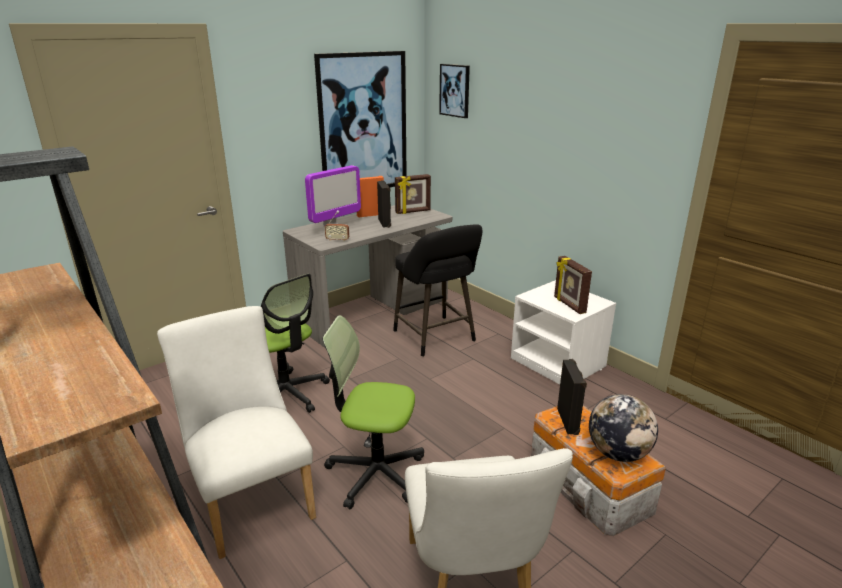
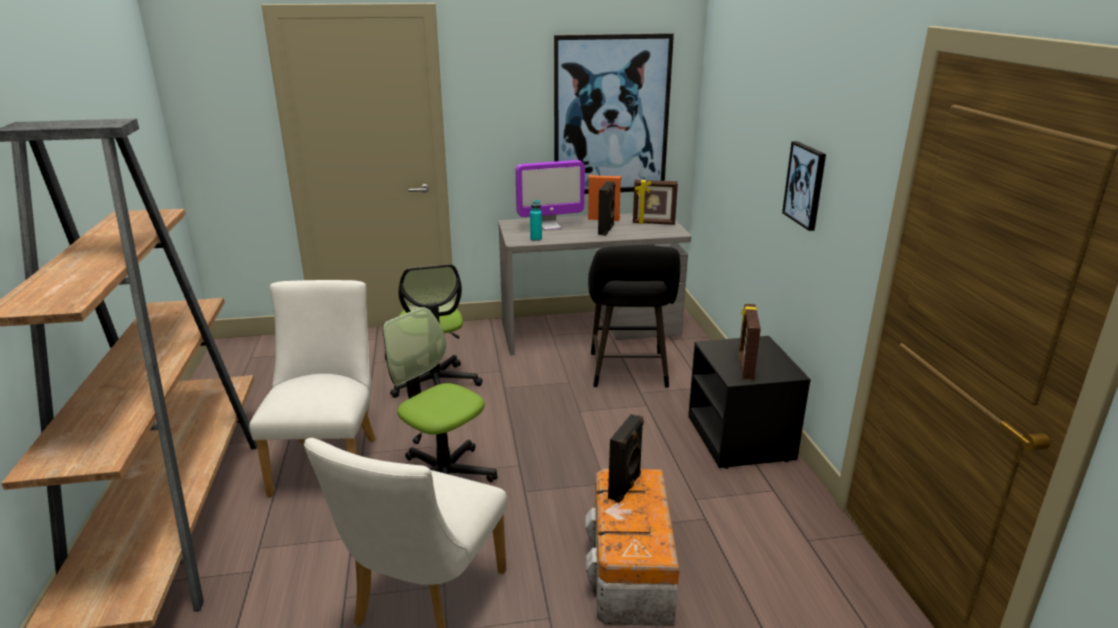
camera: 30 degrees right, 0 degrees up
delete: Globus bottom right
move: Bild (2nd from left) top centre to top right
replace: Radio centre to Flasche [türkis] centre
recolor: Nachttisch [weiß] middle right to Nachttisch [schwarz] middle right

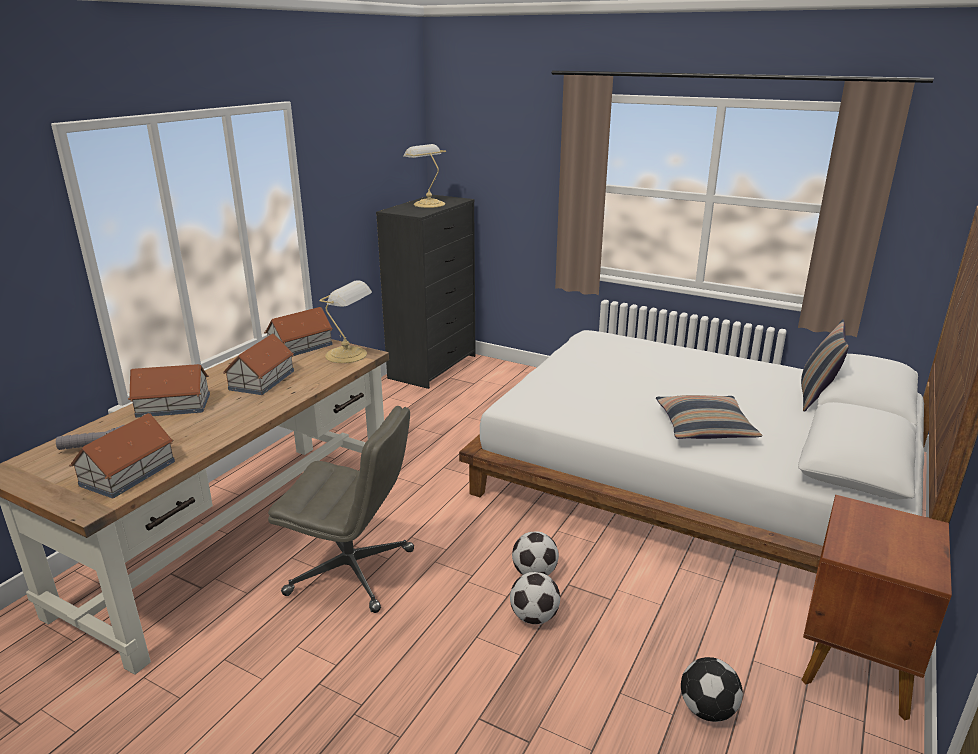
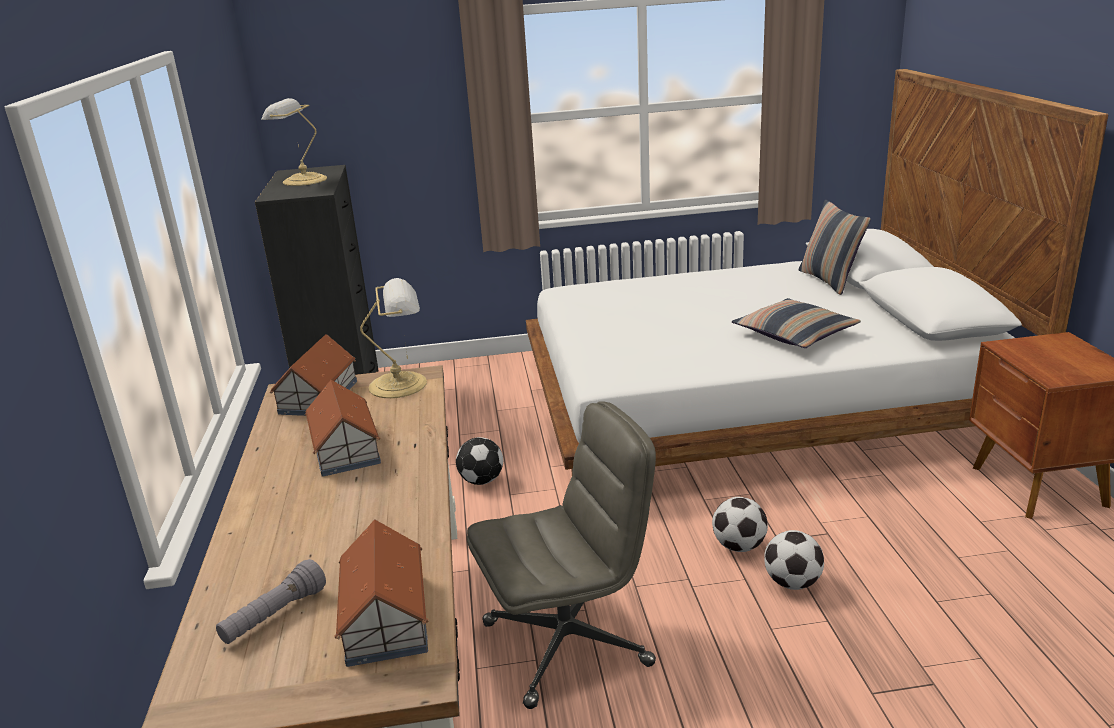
camera: 35 degrees left, 0 degrees up
delete: Spielzeughaus (2nd from left) middle left
move: Fußball (3rd from left in the first image) bottom right to Fußball (1st from left) centre

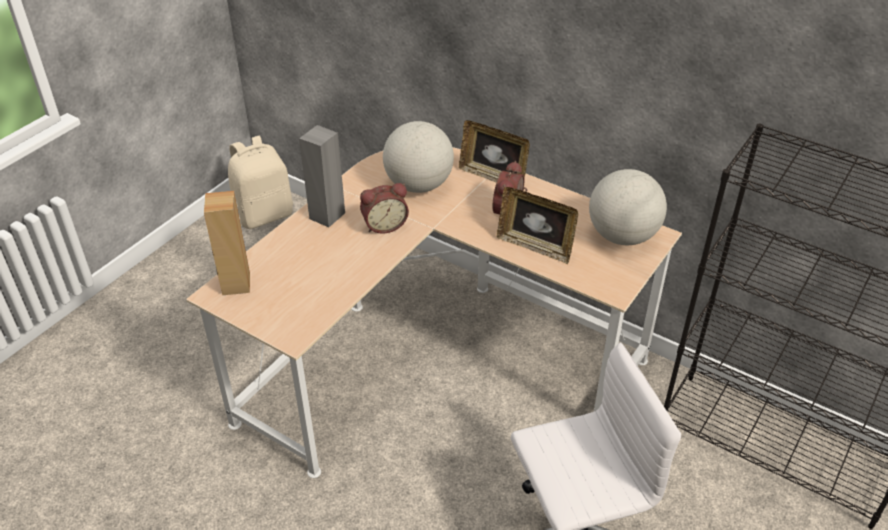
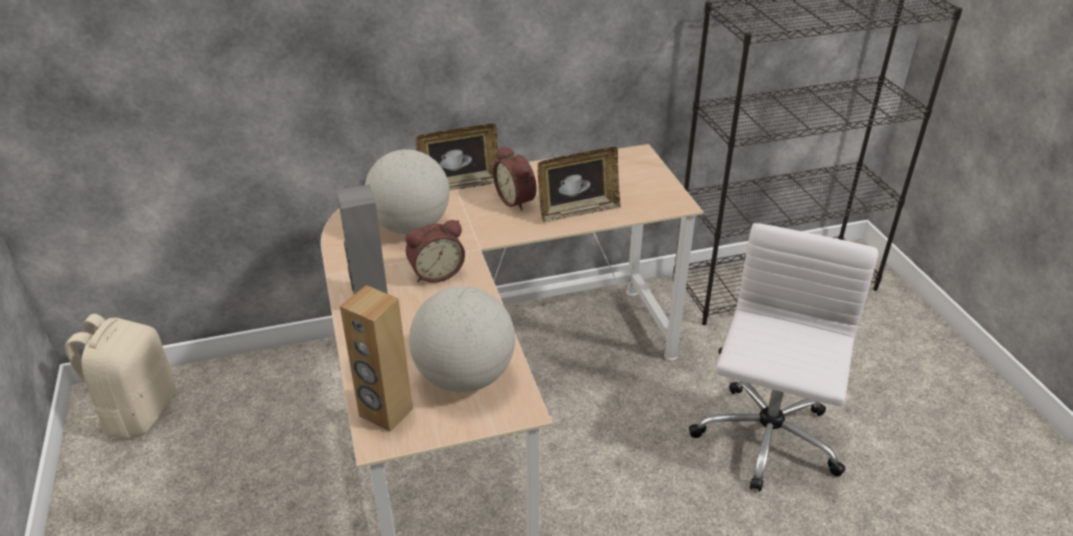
camera: 50 degrees left, 5 degrees down
move: Globus (2nd from left) middle right to centre
rotate: Wecker (1st from left) centre = centre 45 degrees clockwise

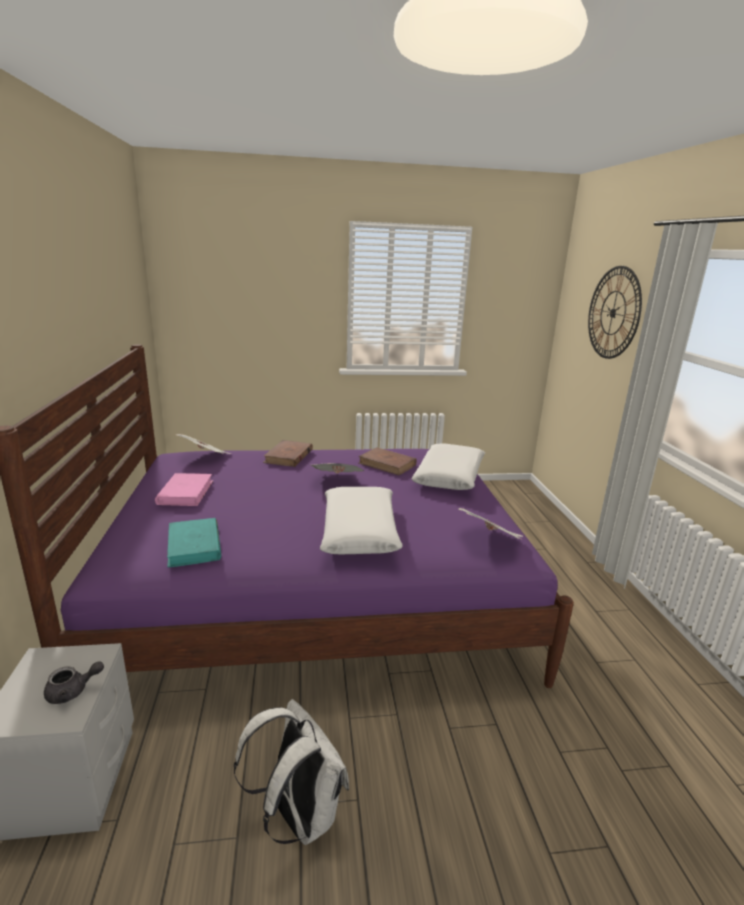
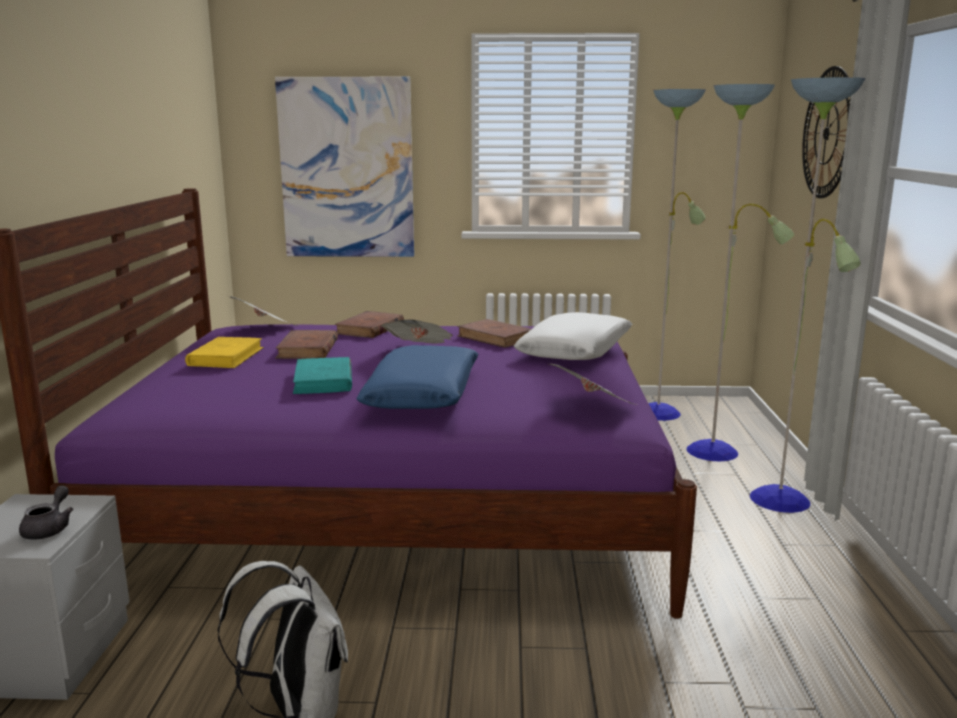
camera: 10 degrees right, 5 degrees down
insert: Bild top centre; Buch [braun] (1st from left) middle left; Stehlampe middle right
move: Buch [türkis] middle left to centre
recolor: Buch [rosa] middle left to Buch [gelb] middle left; Kissen [weiß] (1st from left) centre to Kissen [blau] centre
rotate: Teekanne [grau] bottom left = bottom left 75 degrees counterclockwise

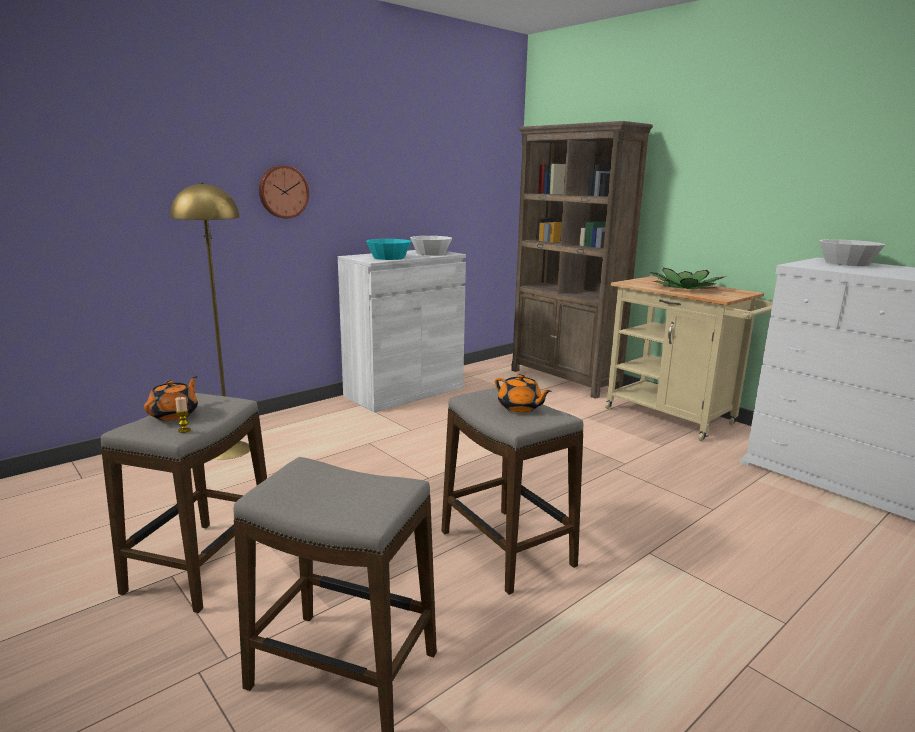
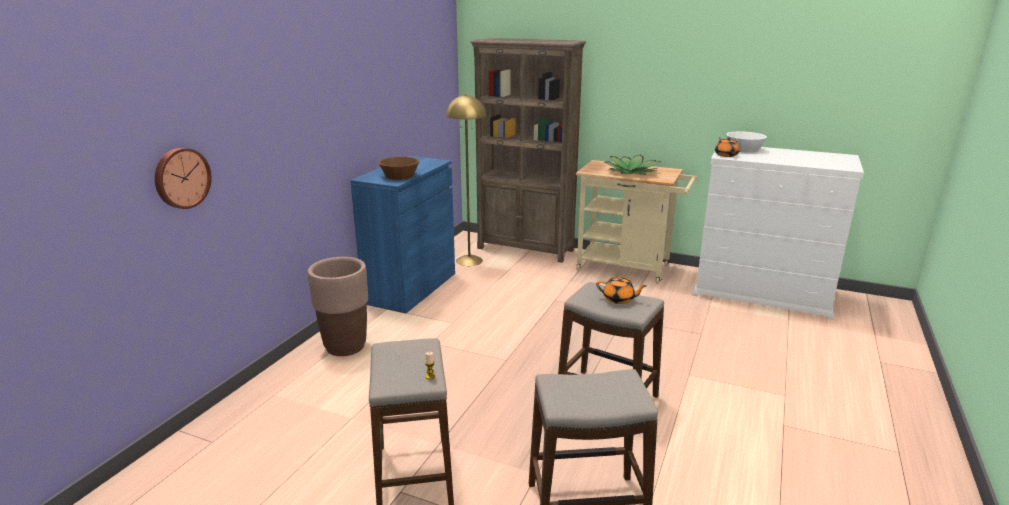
camera: 25 degrees left, 5 degrees up
delete: Schüssel [weiß] (1st from left) centre
insert: Pflanzkübel [braun] centre
move: Teekanne [orange] (1st from left in the first image) middle left to Teekanne [orange] (2nd from left) top right; Stehlampe [gelb] middle left to centre; Wanduhr top left to middle left
recolor: Schrank [weiß] centre to Schrank [blau] centre; Schüssel [türkis] centre to Schüssel [braun] top centre

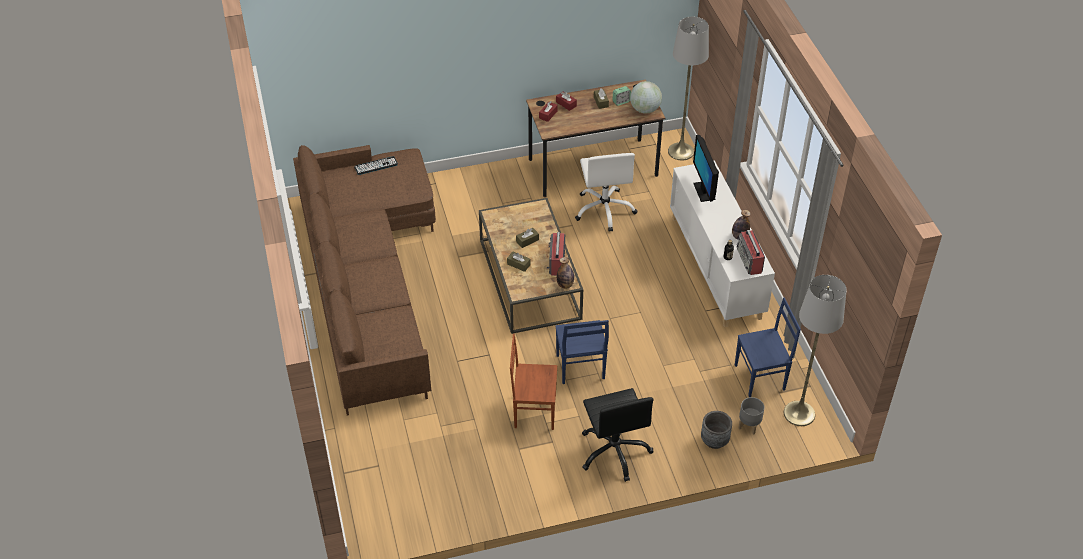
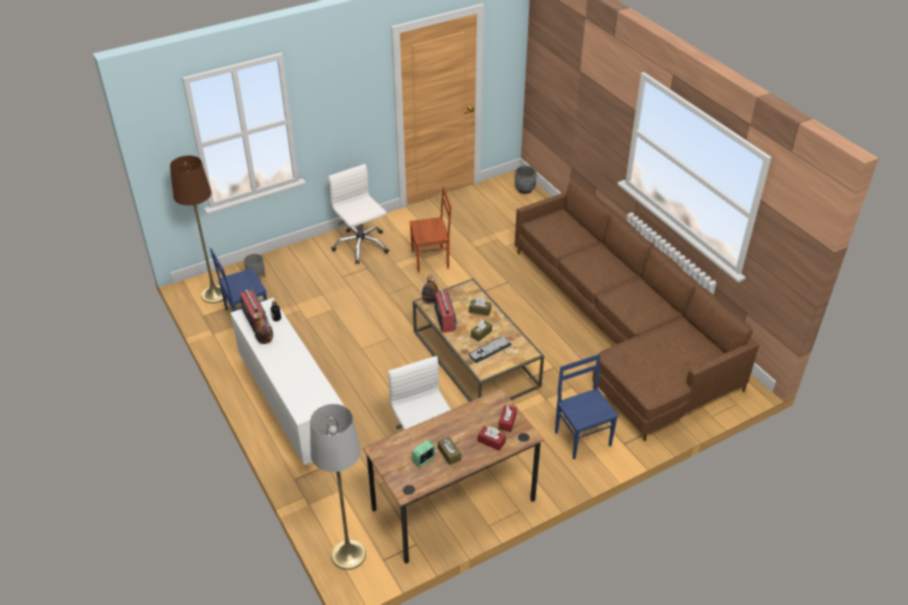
camera: 165 degrees right, 5 degrees down
delete: Globus top centre; Monitor top centre
move: Tastatur top centre to centre; Stuhl [blau] (1st from left in the first image) centre to Stuhl [blau] (2nd from left) bottom centre; Pflanzkübel [grau] (1st from left in the first image) bottom centre to Pflanzkübel [grau] (2nd from left) top centre
recolor: Bürostuhl [schwarz] bottom centre to Bürostuhl [weiß] (1st from left) centre; Stehlampe [grau] (2nd from left) middle right to Stehlampe [braun] middle left

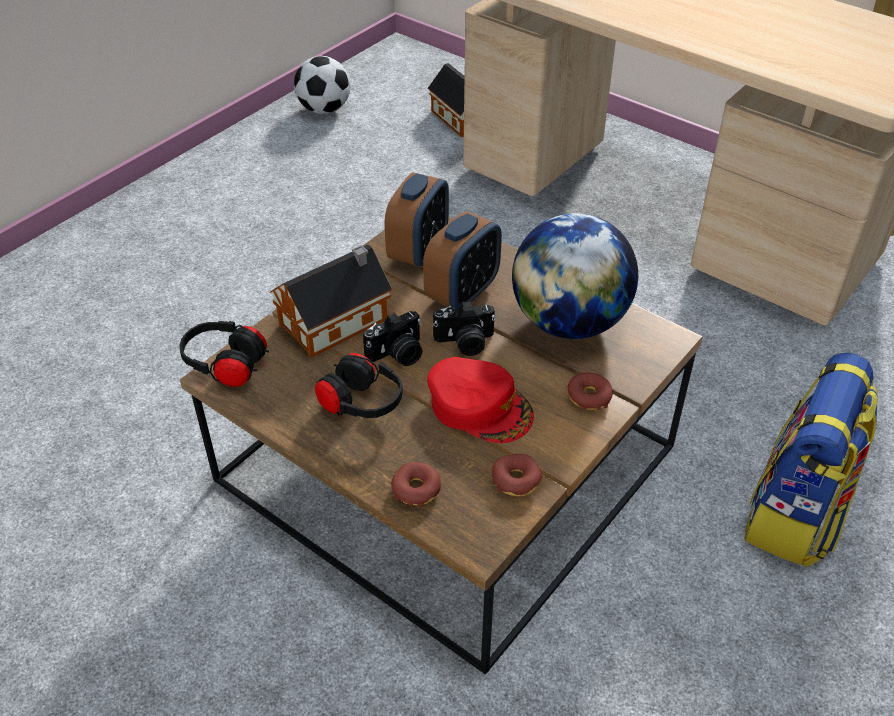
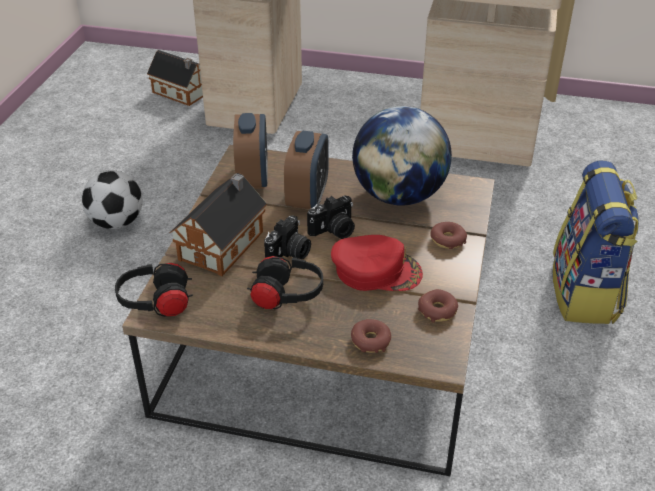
camera: 25 degrees left, 5 degrees down
move: Fußball top centre to middle left

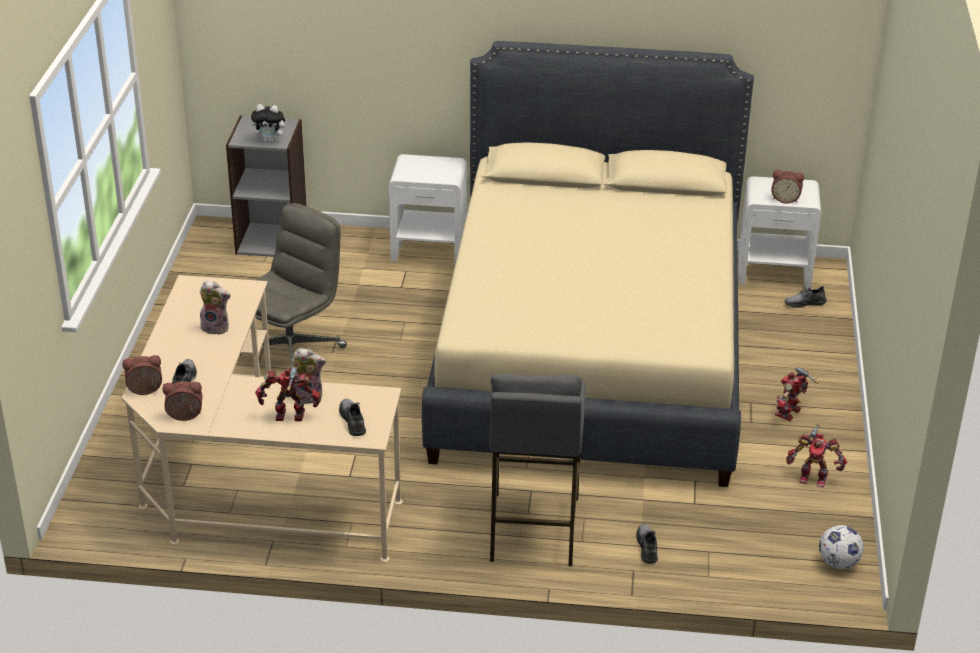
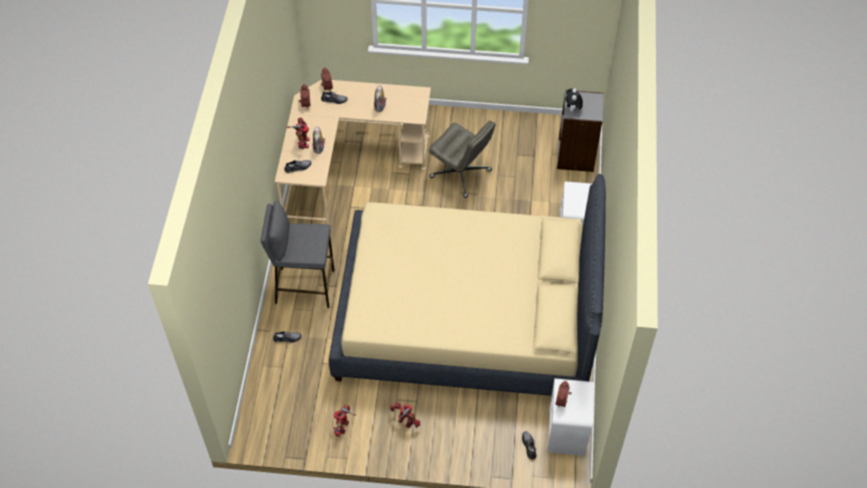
camera: 90 degrees right, 20 degrees up
delete: Fußball bottom right

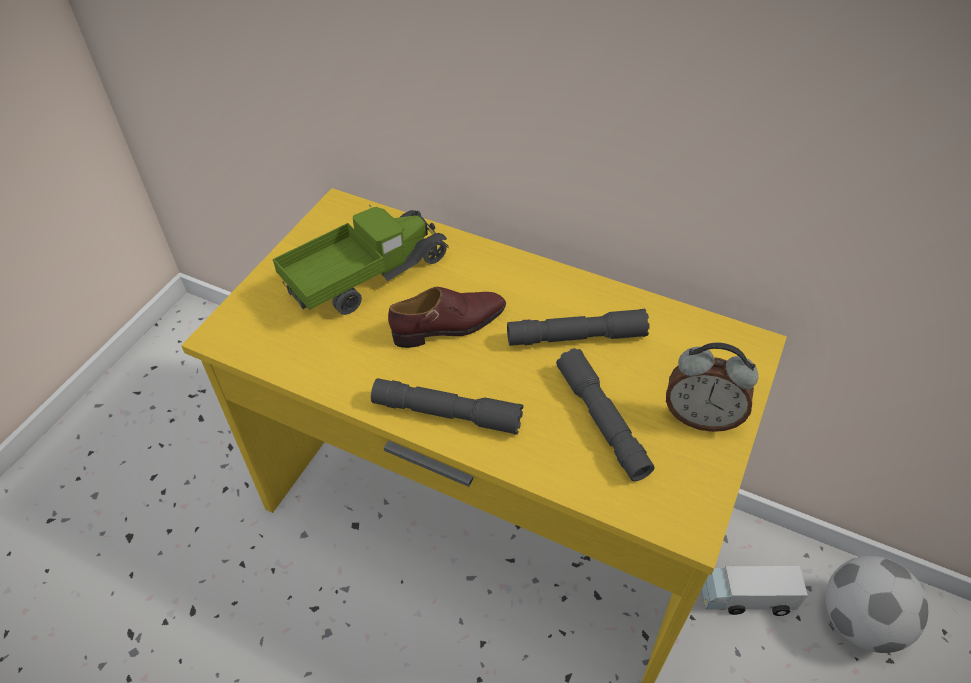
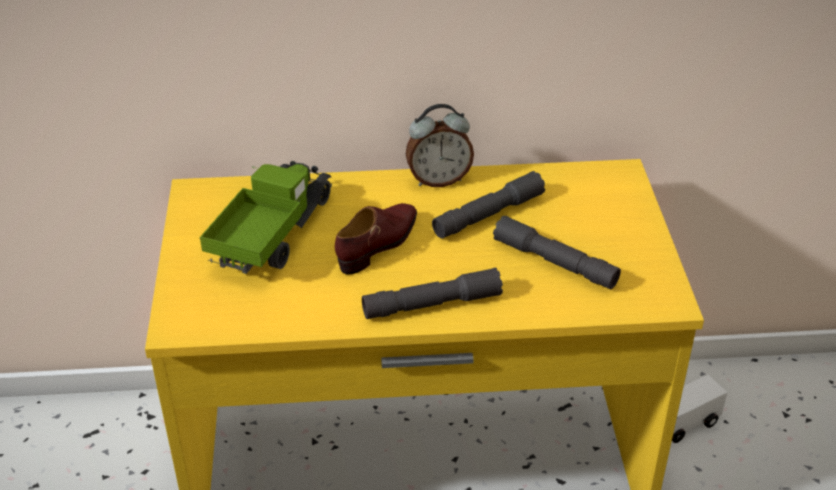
camera: 30 degrees left, 10 degrees down
delete: Fußball bottom right
move: Wecker middle right to top centre

